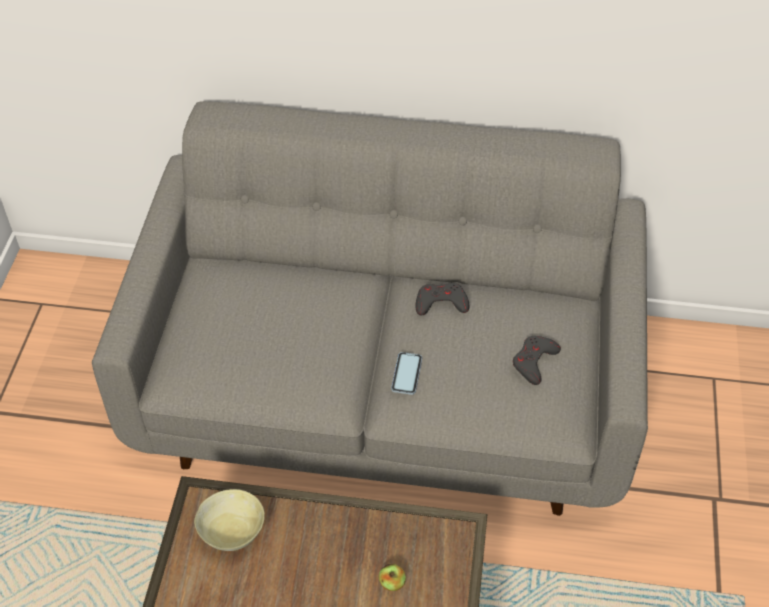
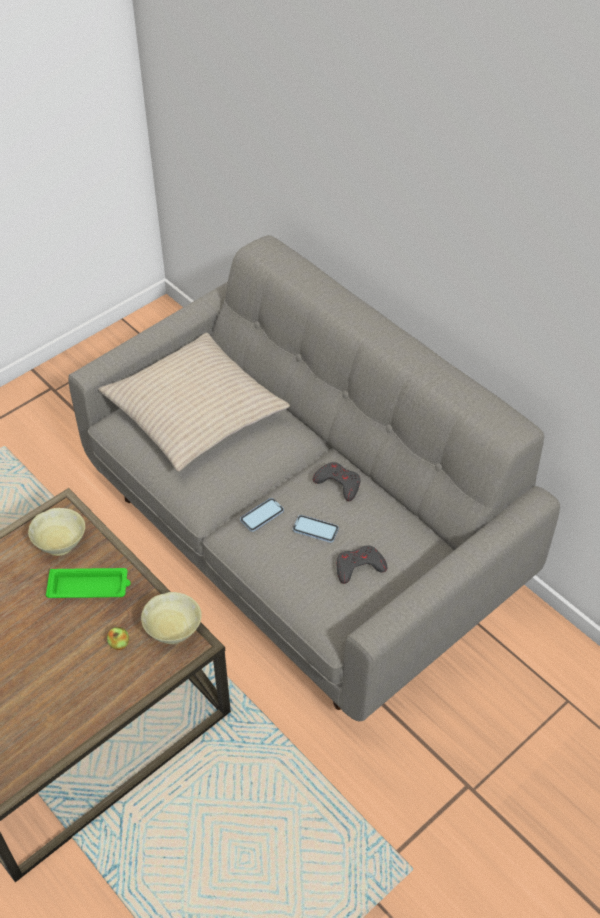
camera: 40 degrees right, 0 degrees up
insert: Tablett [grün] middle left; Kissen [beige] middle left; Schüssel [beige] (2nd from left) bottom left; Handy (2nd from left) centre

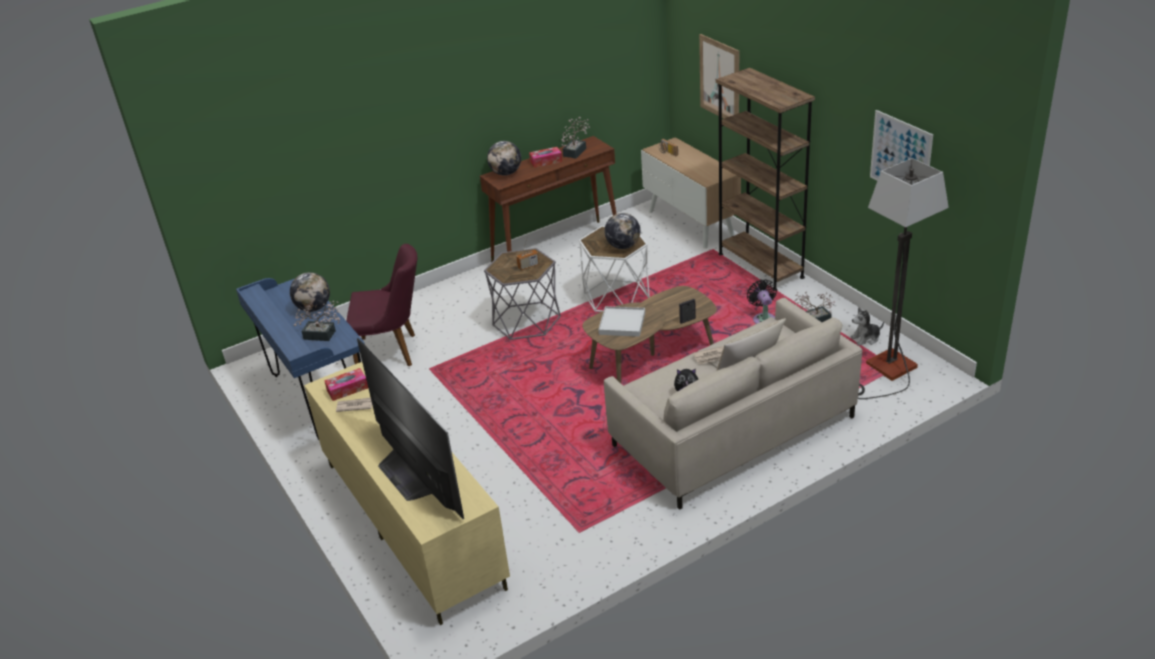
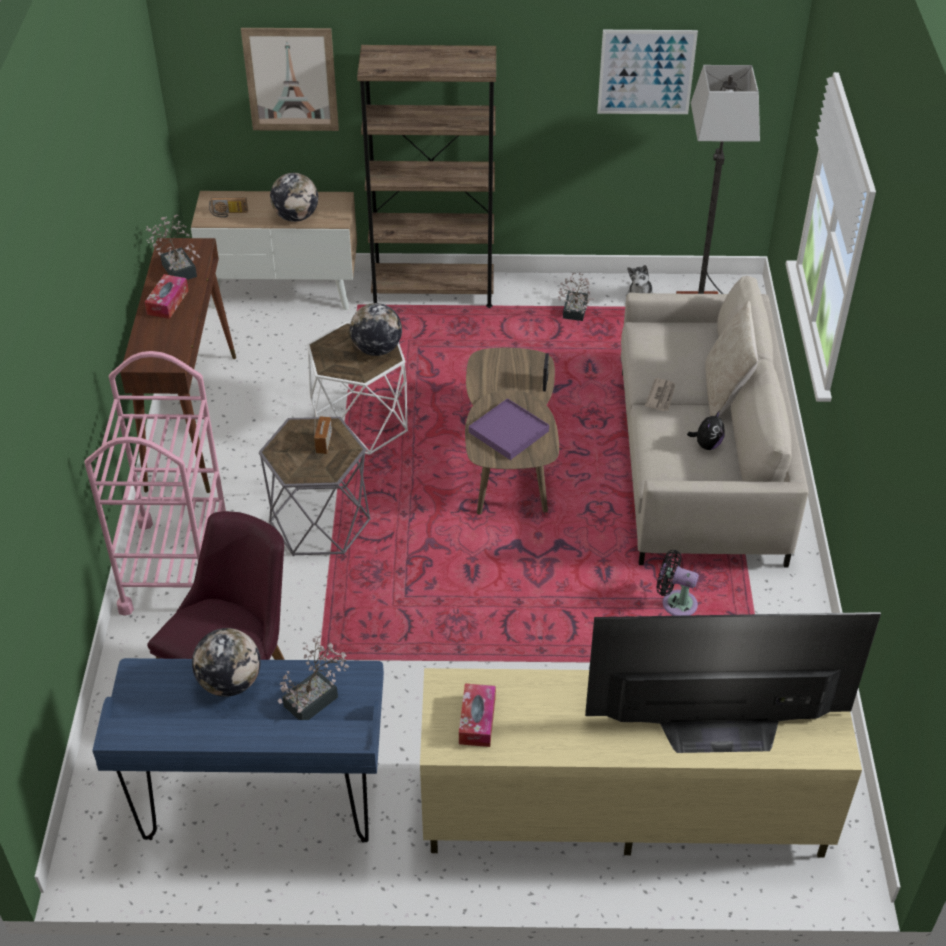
camera: 60 degrees left, 10 degrees up
delete: Zeitung (1st from left) middle left
insert: Rollwagen [rosa] middle left
move: Globus (2nd from left) top centre to top left; Ventilator [schwarz] centre to middle right
recolor: Tablett [weiß] centre to Tablett [lila] centre

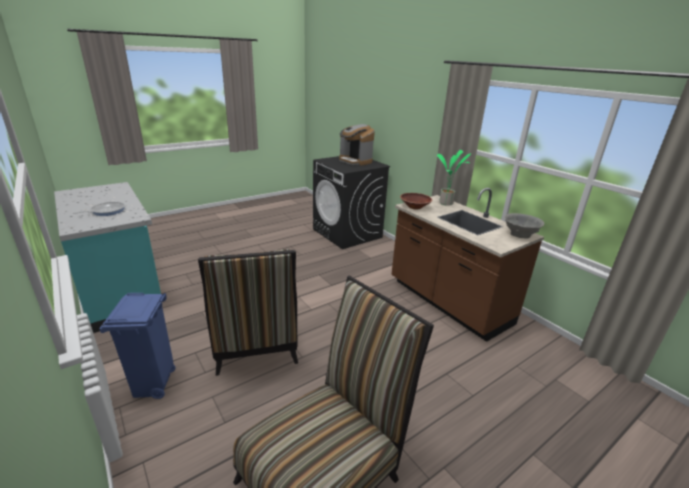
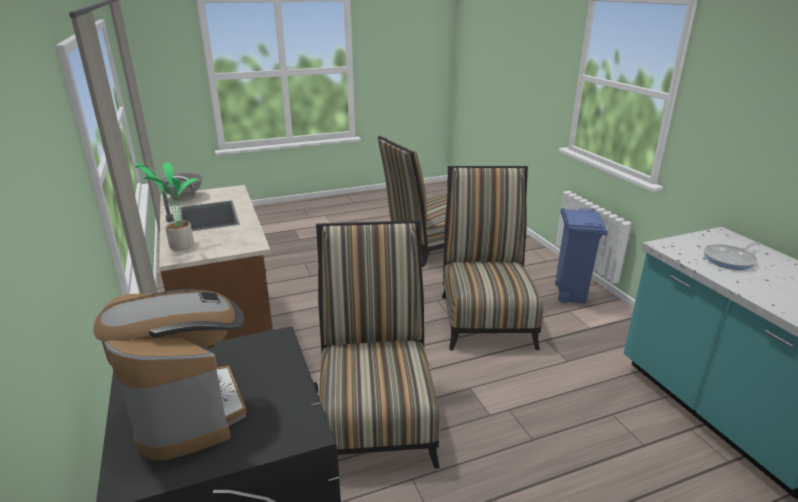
camera: 165 degrees left, 0 degrees up
delete: Schüssel [braun] centre
insert: Stuhl (1st from left) bottom centre

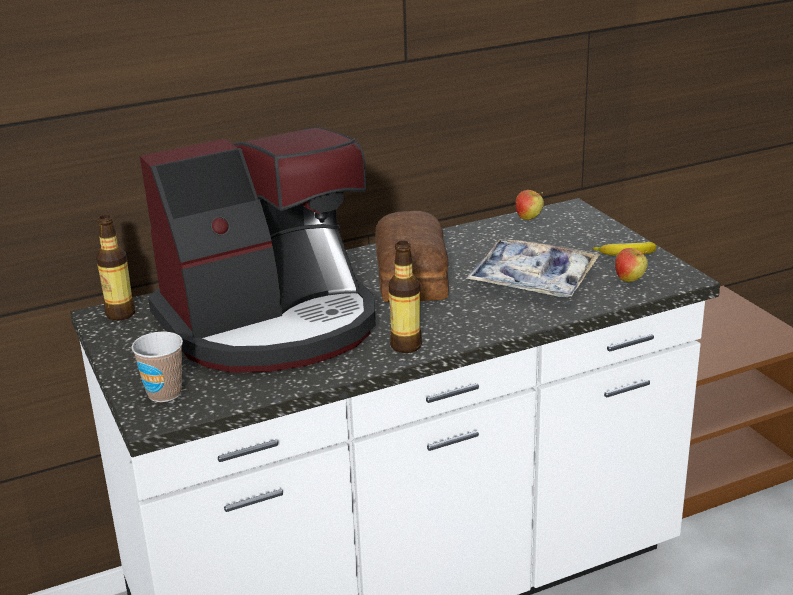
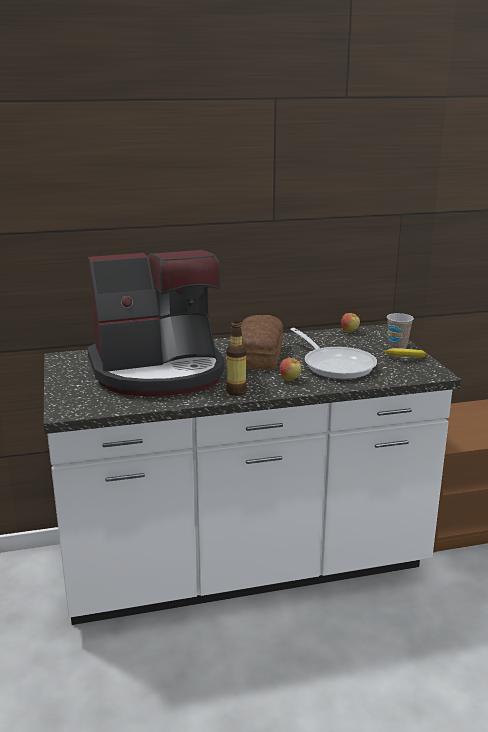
camera: 10 degrees right, 5 degrees down
delete: Flasche (1st from left) middle left
move: Tasse middle left to middle right; Apfel (2nd from left in the first image) middle right to Apfel (1st from left) centre
replace: Tablett middle right to Pfanne middle right

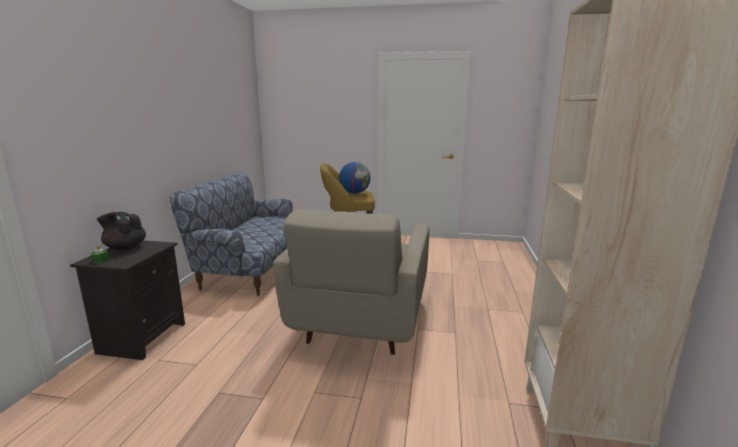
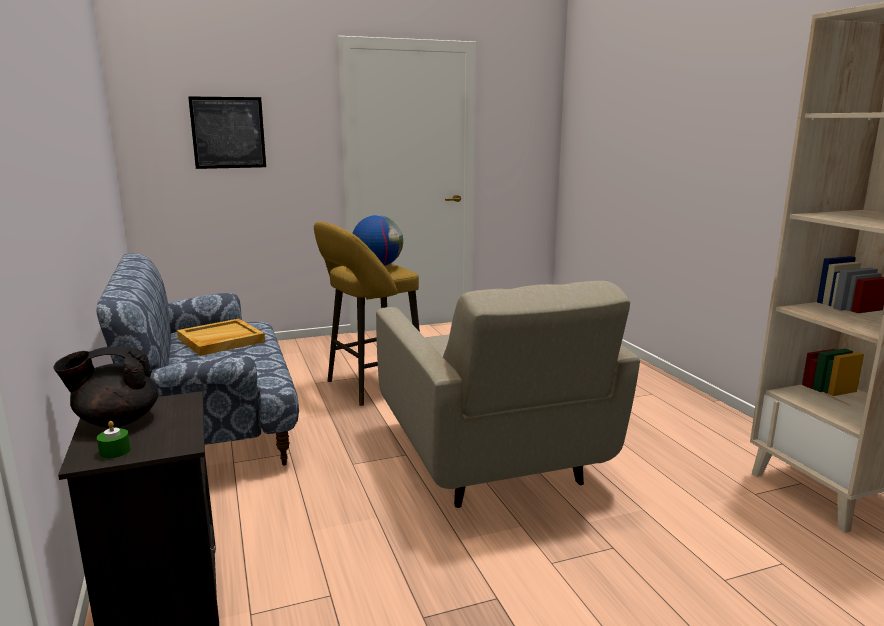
camera: 30 degrees left, 0 degrees up
insert: Tablett [beige] middle left; Bild top left

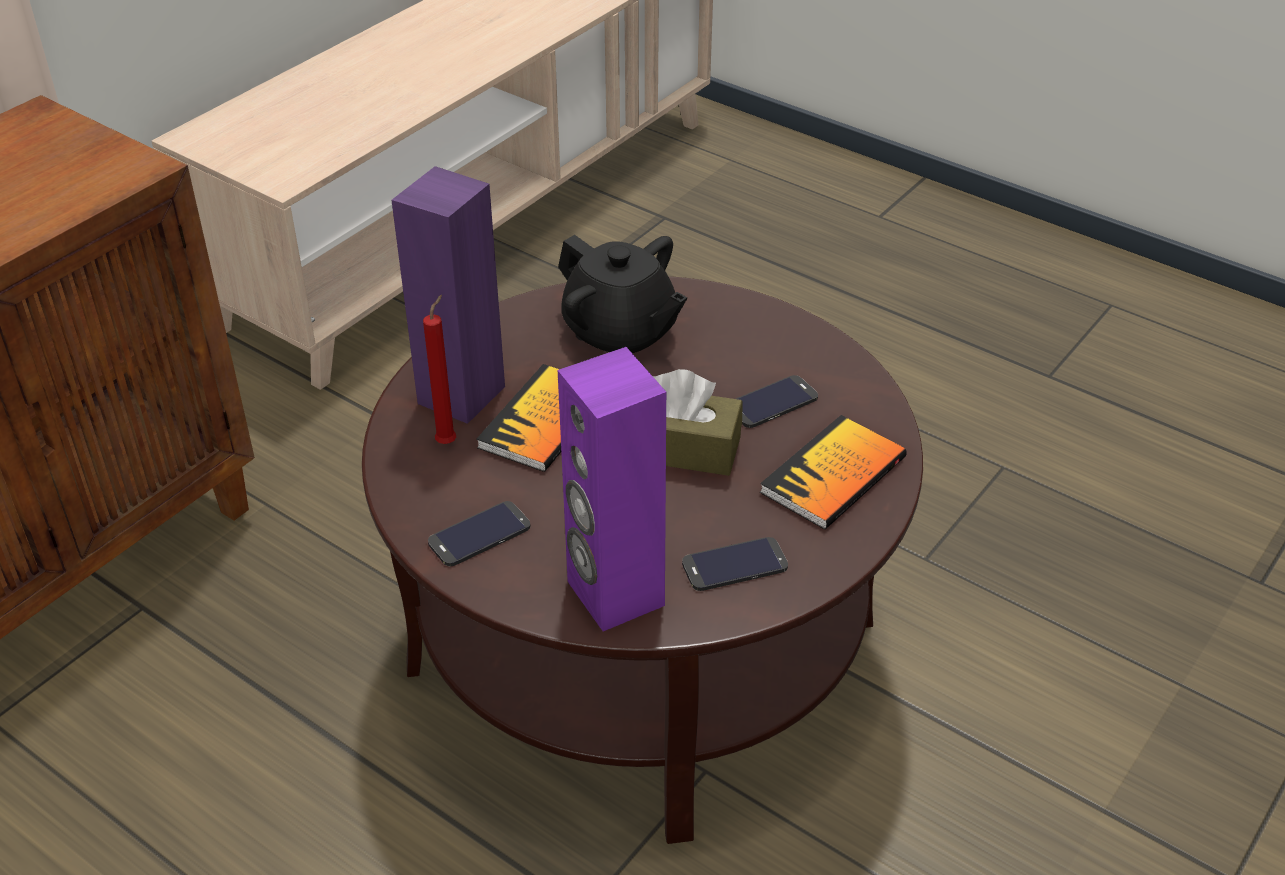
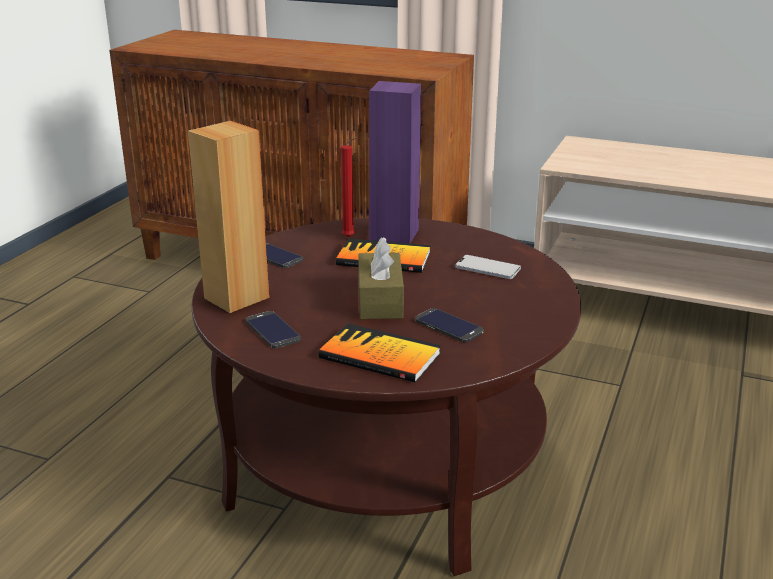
camera: 75 degrees right, 15 degrees down
replace: Teekanne [schwarz] centre to Handy (4th from left) centre
recolor: Lautsprecher [lila] (2nd from left) centre to Lautsprecher [braun] middle left

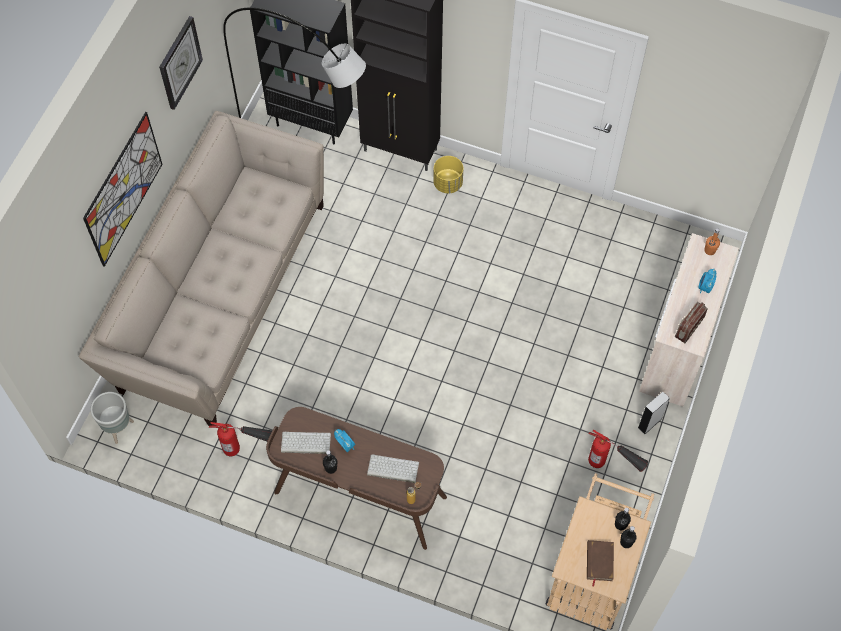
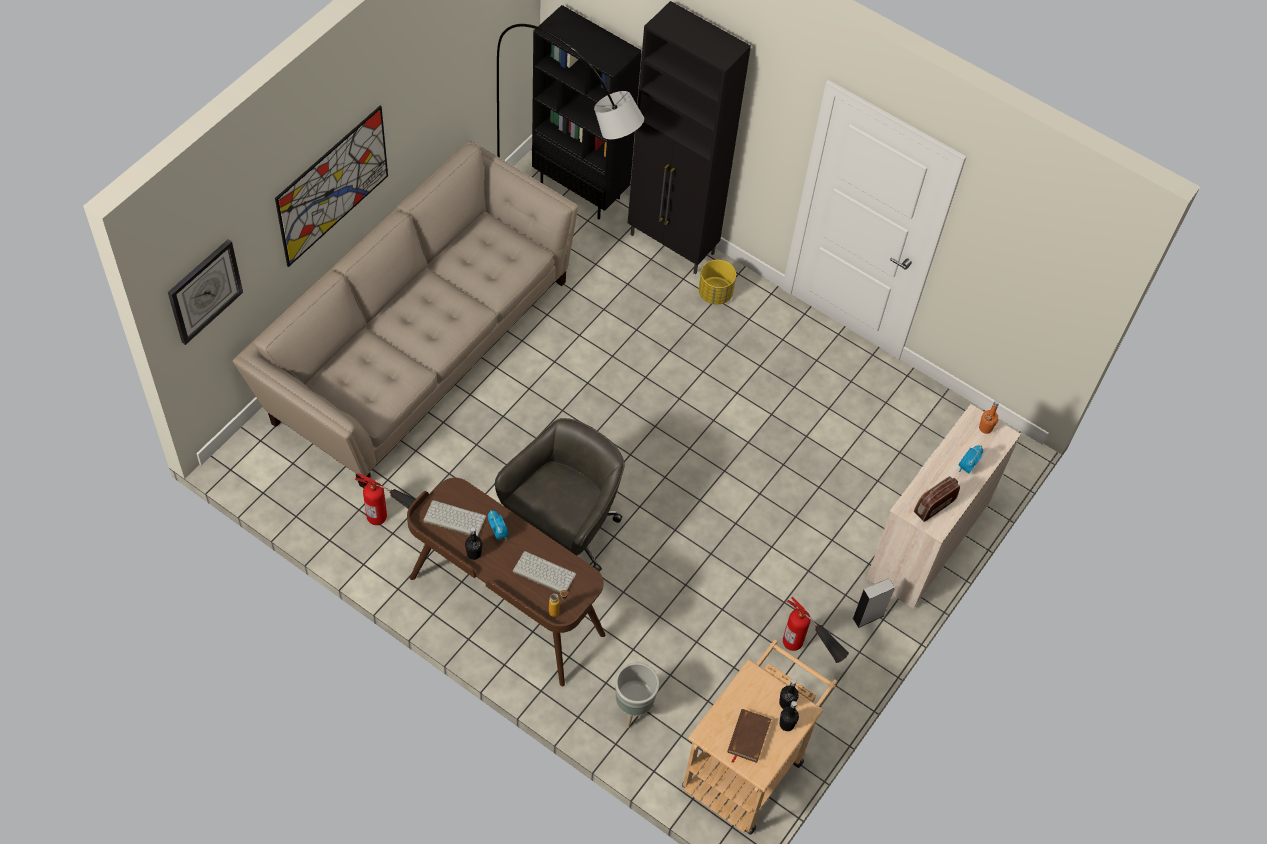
camera: 10 degrees right, 5 degrees down
insert: Bürostuhl [grau] centre
move: Pflanzkübel [grau] middle left to bottom centre; Wanduhr top left to middle left

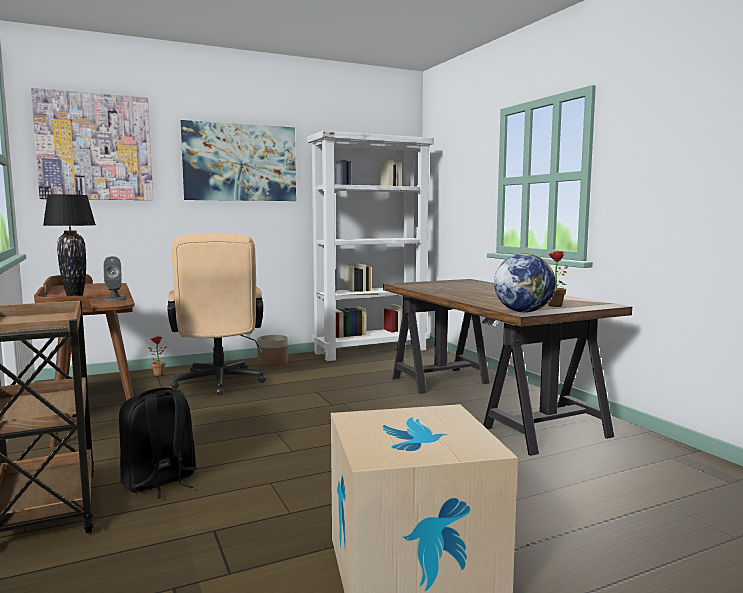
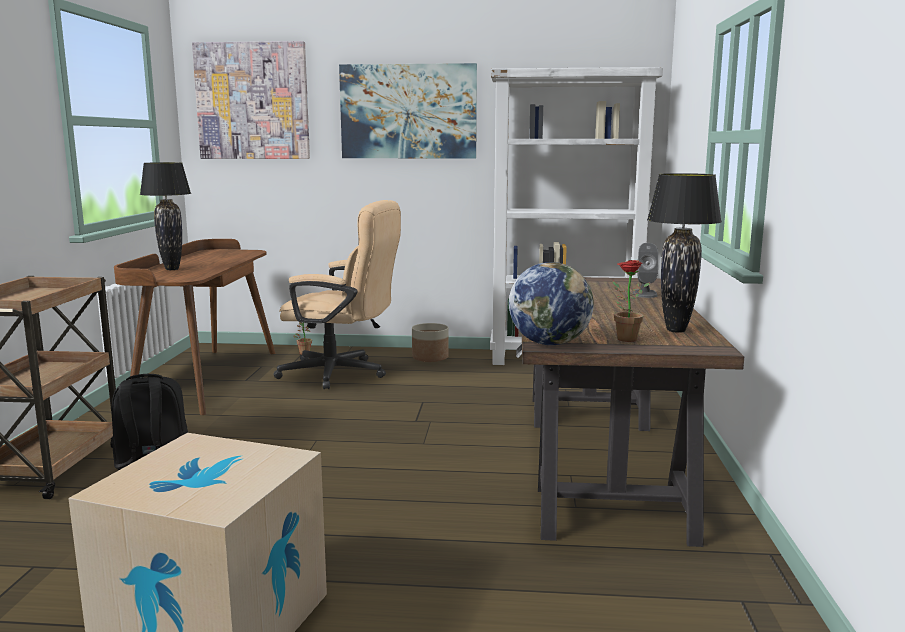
camera: 30 degrees right, 5 degrees up
insert: Tischlampe [schwarz] (2nd from left) middle right
move: Lautsprecher [grau] middle left to middle right
rotate: Bürostuhl [beige] middle left = centre 90 degrees counterclockwise

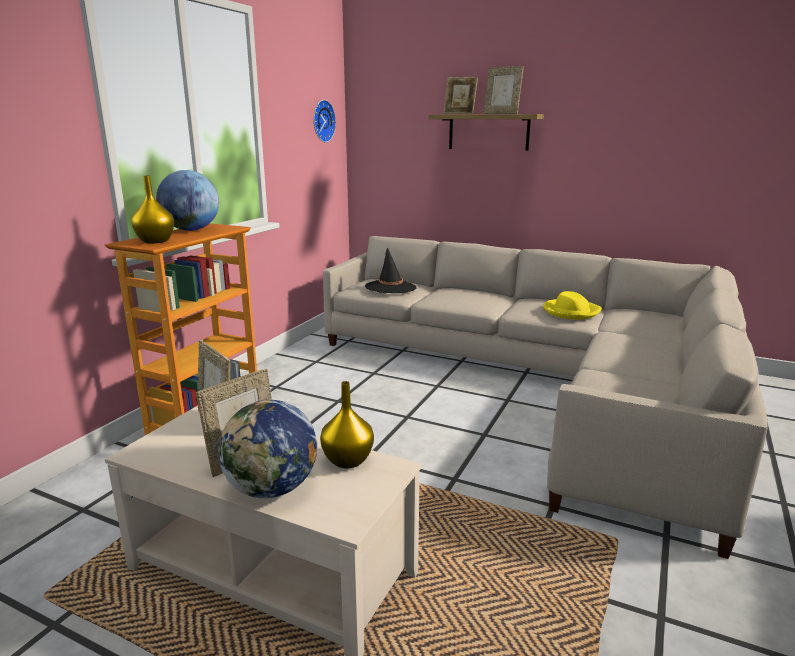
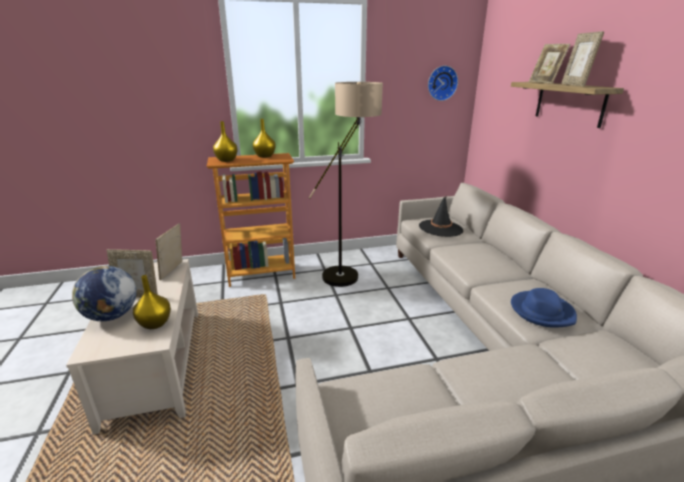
camera: 50 degrees right, 5 degrees up
insert: Stehlampe centre
replace: Globus (1st from left) top left to Vase [gelb] (3rd from left) top centre
recolor: Hut [gelb] middle right to Hut [blau] middle right

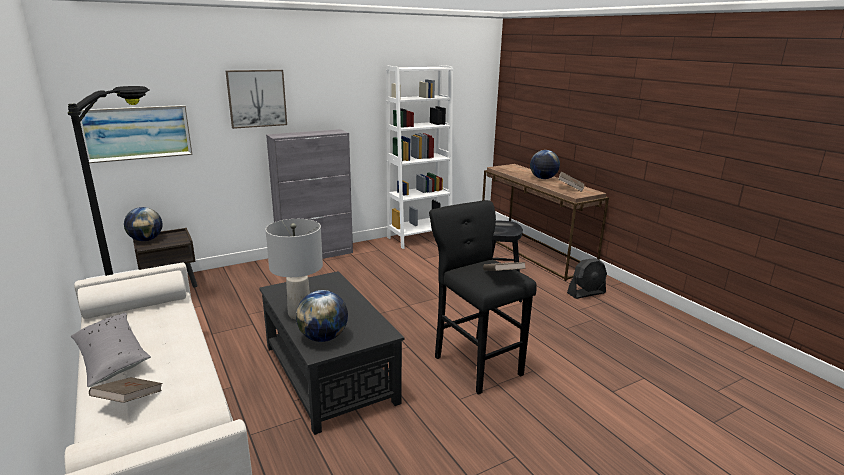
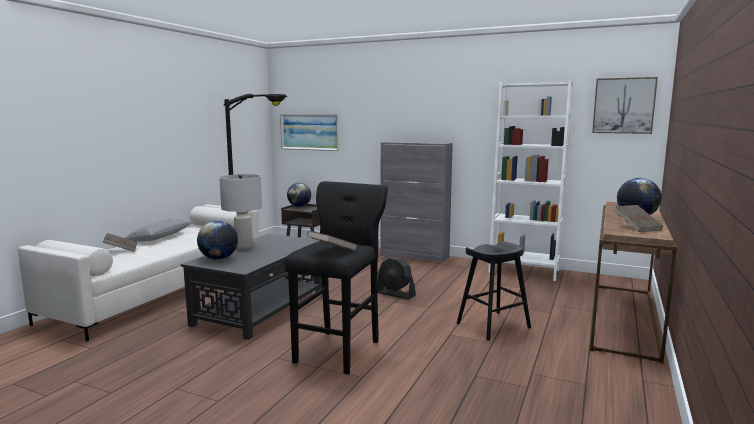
camera: 55 degrees right, 10 degrees down
move: Bild (2nd from left) top left to top right; Ventilator [schwarz] middle right to centre

